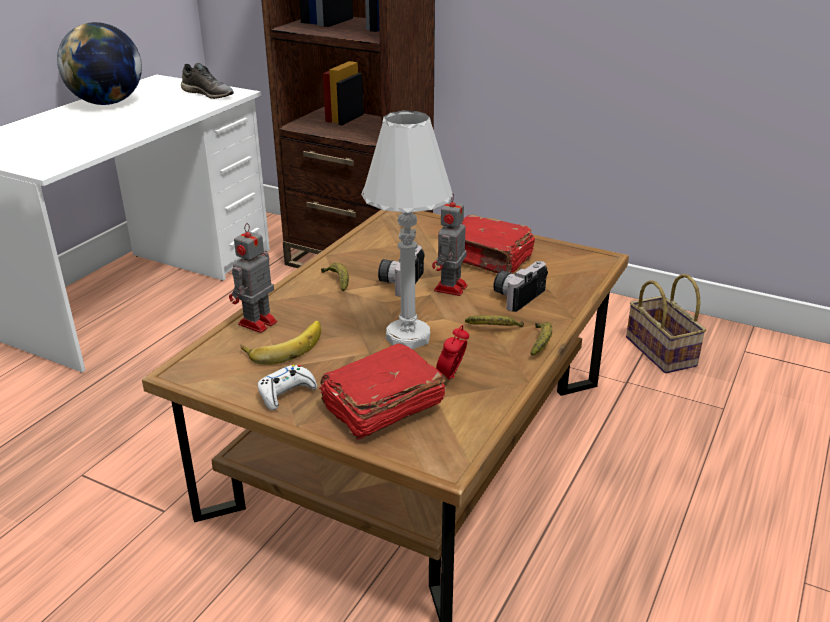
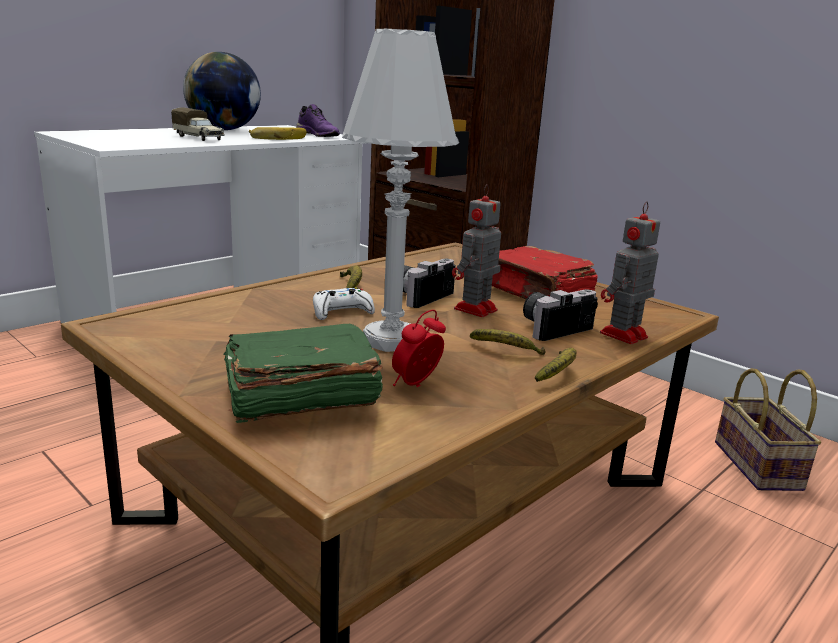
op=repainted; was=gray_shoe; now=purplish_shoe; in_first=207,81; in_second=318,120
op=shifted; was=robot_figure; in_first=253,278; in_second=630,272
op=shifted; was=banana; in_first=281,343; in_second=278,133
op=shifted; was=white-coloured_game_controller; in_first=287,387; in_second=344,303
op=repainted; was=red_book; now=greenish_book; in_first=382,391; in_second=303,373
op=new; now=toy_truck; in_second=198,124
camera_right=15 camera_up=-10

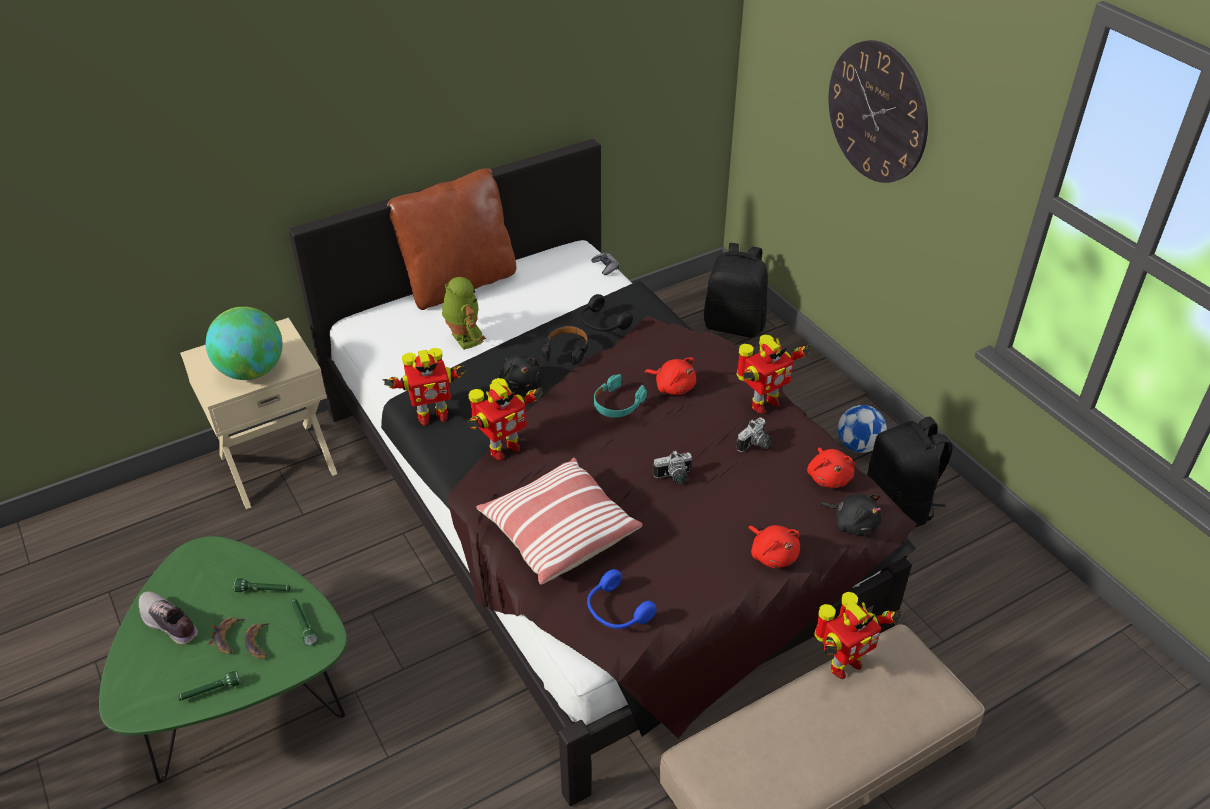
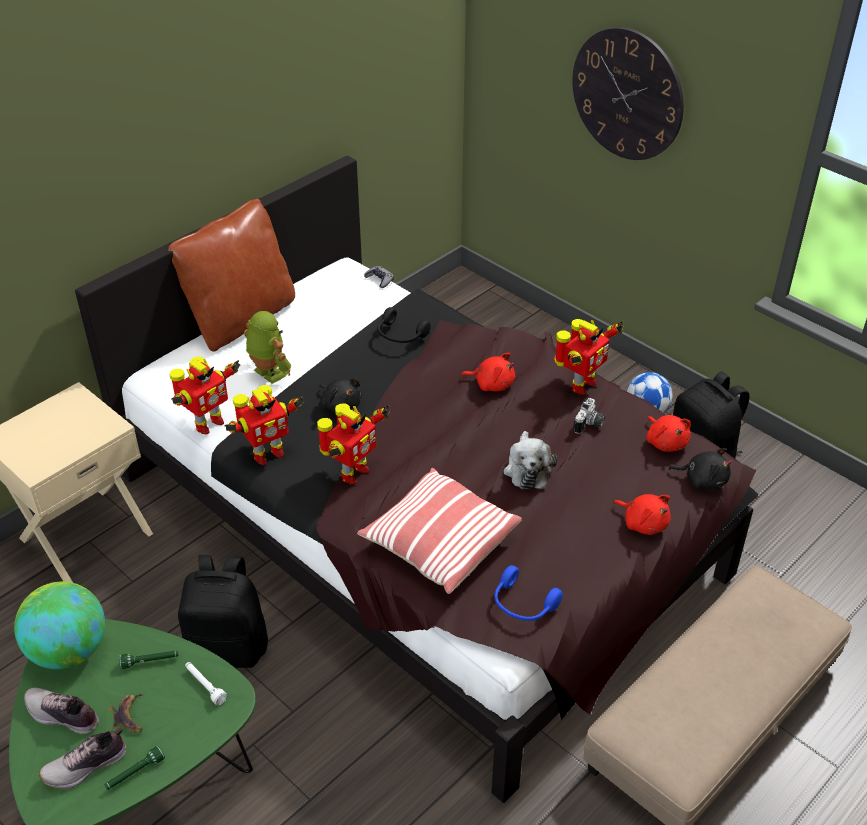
op=shifted; was=desk_globe; in_first=244,343; in_second=59,625
op=gone; was=banana; in_first=258,640
op=repainted; was=greenish_hand_torch; now=white-coloured_hand_torch; in_first=304,621; in_second=206,683
op=gone; was=blackish_pair_of_headphones; in_first=565,346
op=gone; was=turquoise_pair_of_headphones; in_first=620,395
op=swapped; was=photo_camera; now=cuddly_toy; in_first=672,467; in_second=530,460
op=shifted; was=blackish_backpack; in_first=736,290; in_second=223,611
op=shifted; was=robot_figure; in_first=858,635; in_second=204,395
op=new; now=shoe; in_second=82,758
camera_right=-15 camera_up=0

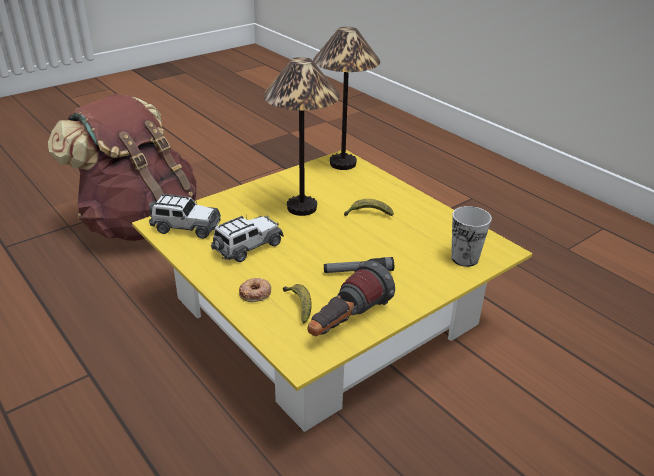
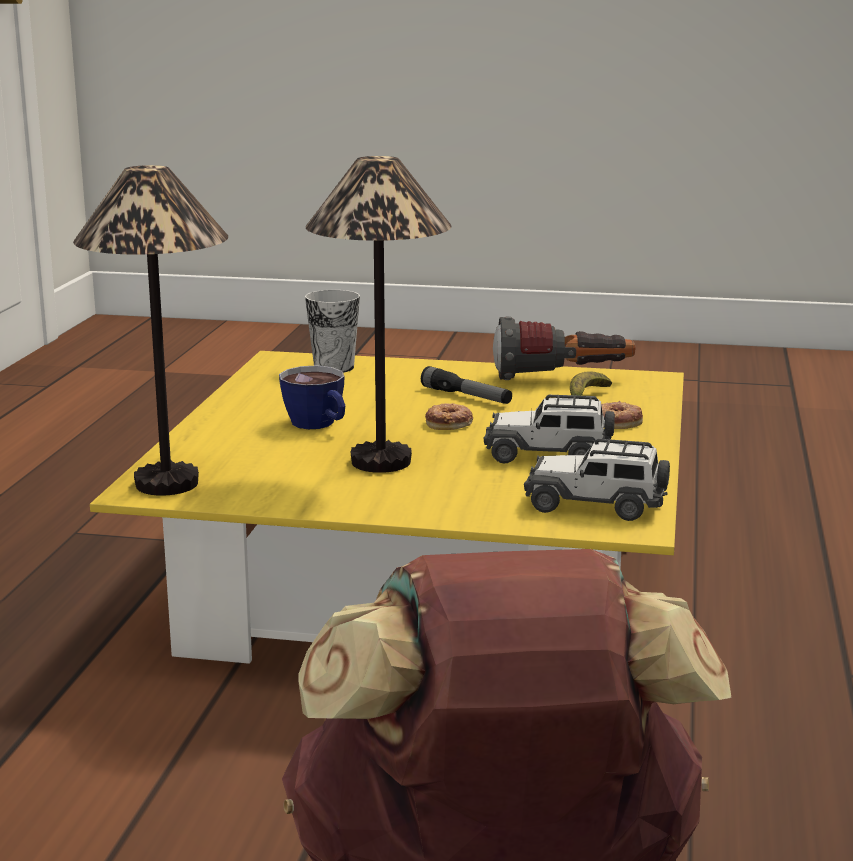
op=rotated; was=toy_car; in_first=185,216; in_second=597,480; clockwise=-45
op=swapped; was=banana; now=cup; in_first=369,207; in_second=312,397
op=new; now=ring_doughnut; in_second=449,416
camera_right=-130 camera_up=-15

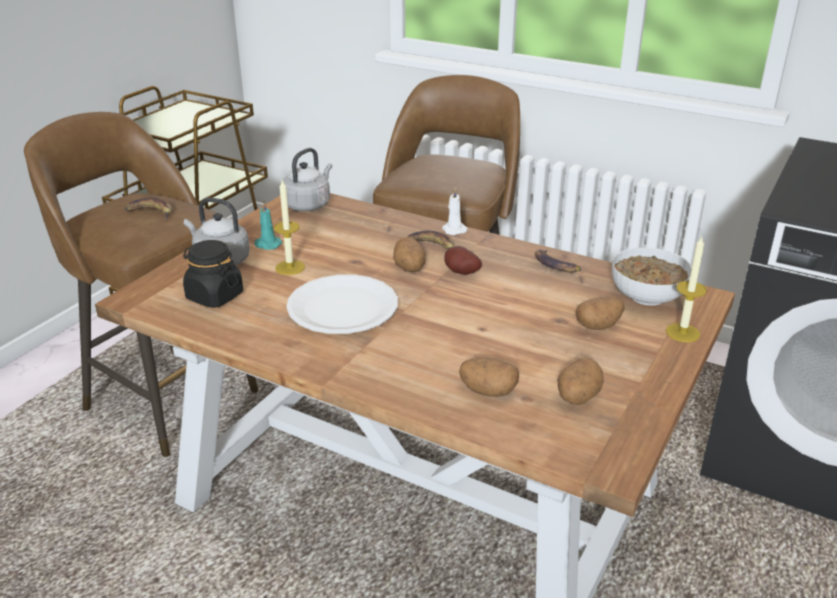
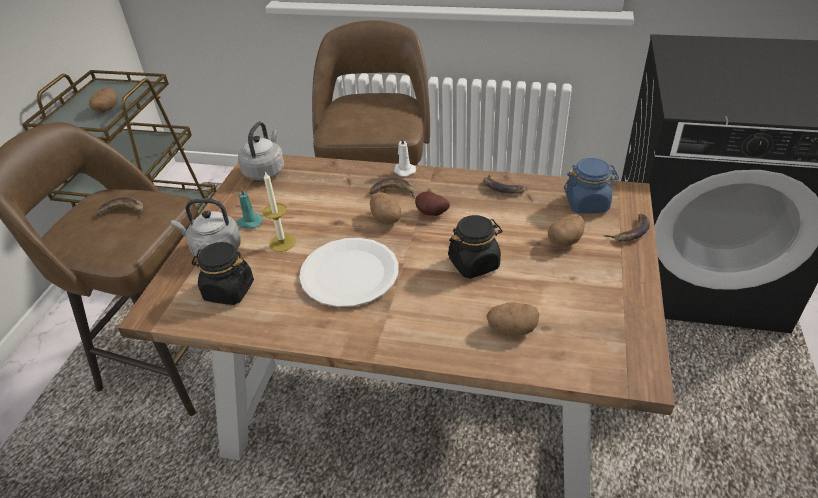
op=shifted; was=spud; in_first=581,381; in_second=103,100
op=swapped; was=deep_dish; now=blue-coloured_jar; in_first=652,276; in_second=591,185
op=swapped; was=wax_candle; now=banana; in_first=686,289; in_second=627,227
op=new; now=blackish_jar; in_second=475,247
camera_right=-15 camera_up=10

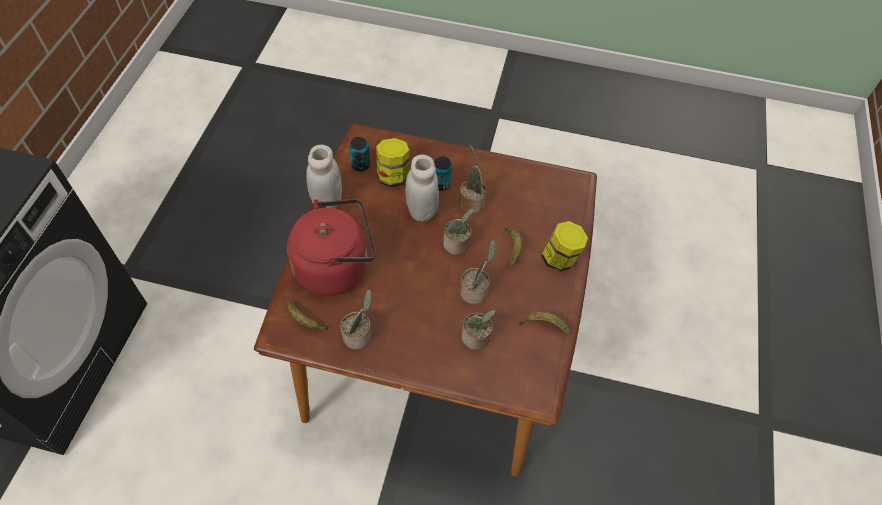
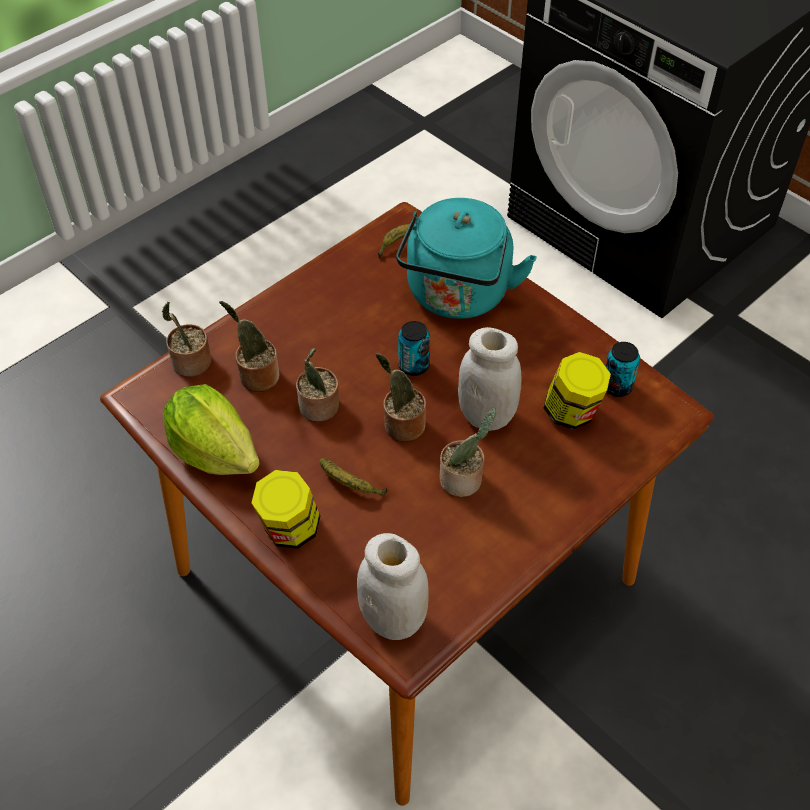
op=repainted; was=red_kettle; now=turquoise_kettle; in_first=331,247; in_second=466,258
op=shifted; was=white-coloured_jar; in_first=324,176; in_second=393,586
op=shifted; was=plant_in_a_pot; in_first=356,319; in_second=186,339
op=shifted; was=can; in_first=443,173; in_second=414,348
op=swapped; was=banana; now=lettuce; in_first=544,323; in_second=211,429
camera_right=125 camera_up=-5

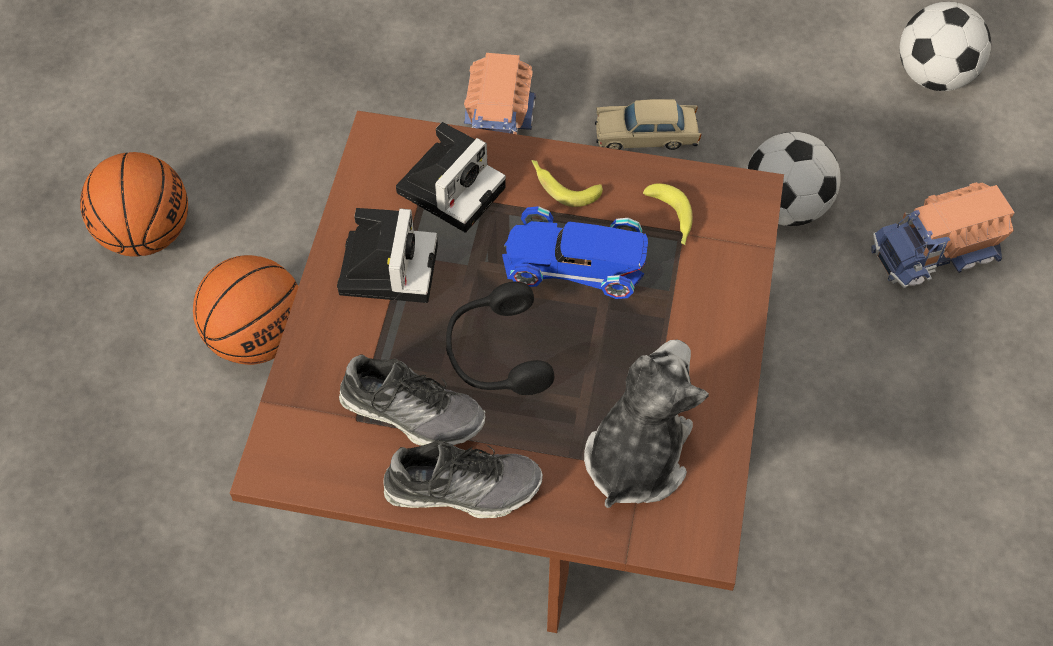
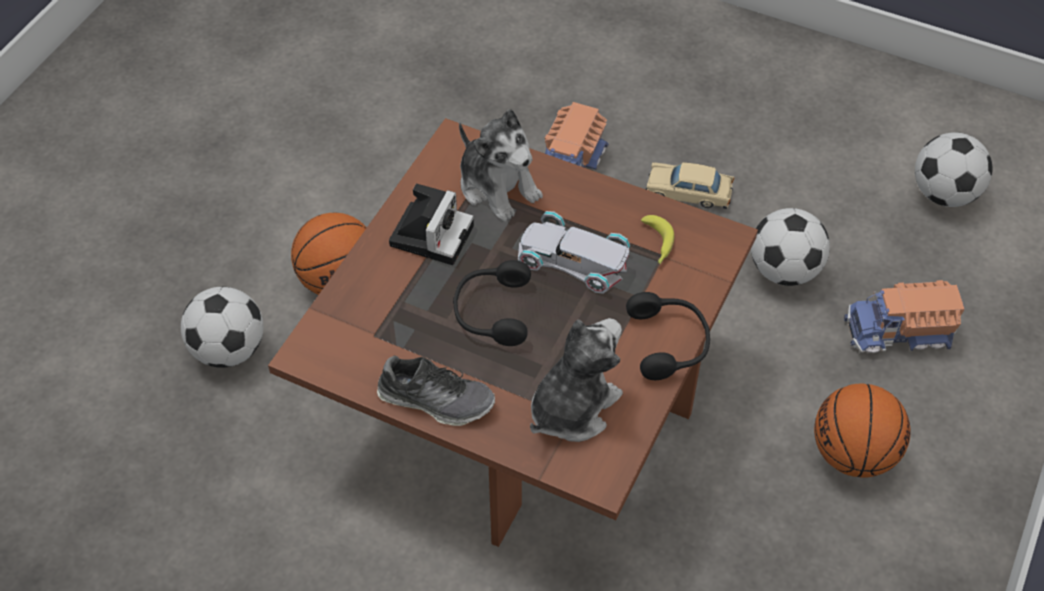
op=shifted; was=basketball; in_first=134,204; in_second=862,430
op=gone; was=shoe; in_first=412,400
op=swapped; was=photo_camera; now=cuddly_toy; in_first=451,177; in_second=501,165
op=repainted; was=blue-coloured_toy_car; now=white-coloured_toy_car; in_first=575,252; in_second=574,252
op=gone; was=banana; in_first=567,183
op=new; now=football_ball; in_second=222,327
op=new; now=blackish_pair_of_headphones; in_second=668,336
camera_right=15 camera_up=-5

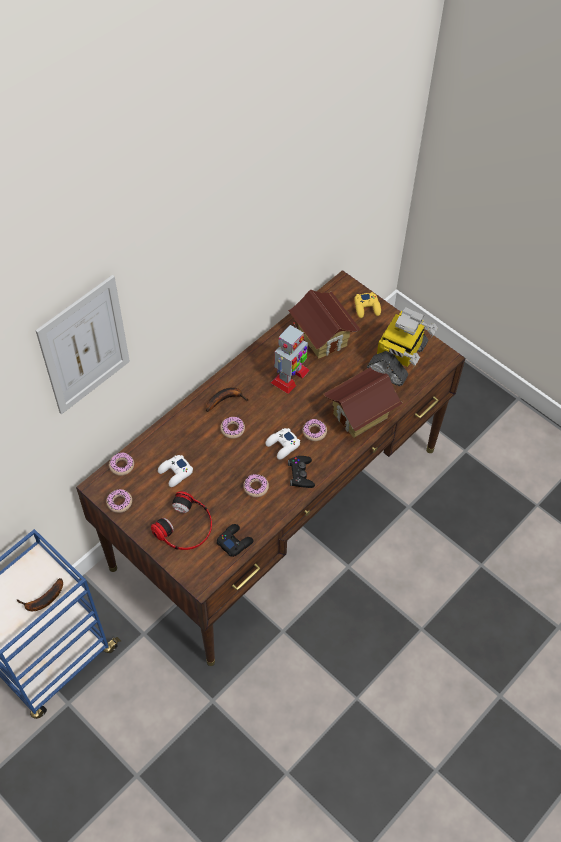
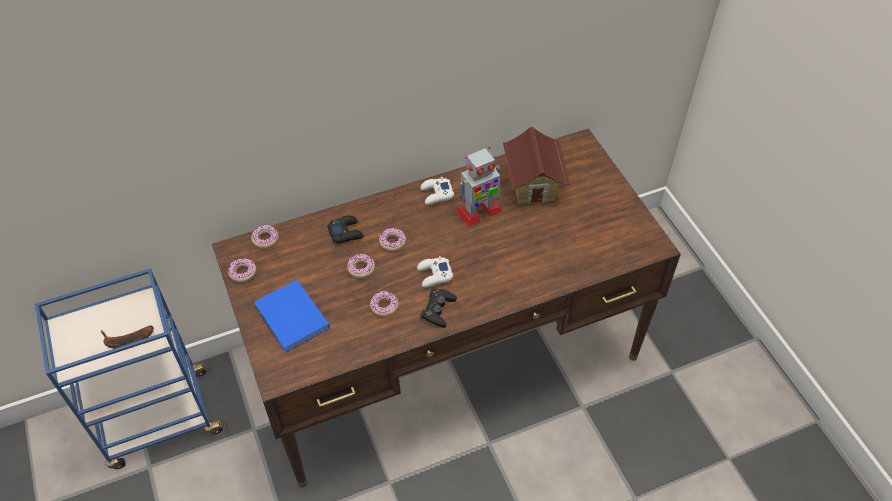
op=gone; was=wall_picture; in_first=82,344
op=swapped; was=pair_of_headphones; now=blue-coloured_book; in_first=181,520; in_second=292,316
op=shifted; was=white-coloured_game_controller; in_first=175,471; in_second=437,191
op=gone; was=banana; in_first=227,399
op=shifted; was=blackish_game_controller; in_first=235,540; in_second=345,229
op=shifted; was=ring_doughnut; in_first=315,430; in_second=361,266
op=gone; was=miniature_house; in_first=363,402
op=gone; was=yellow_game_controller; in_first=367,305
op=gone; was=robot_figure; in_first=402,346
camera_right=25 camera_up=-5

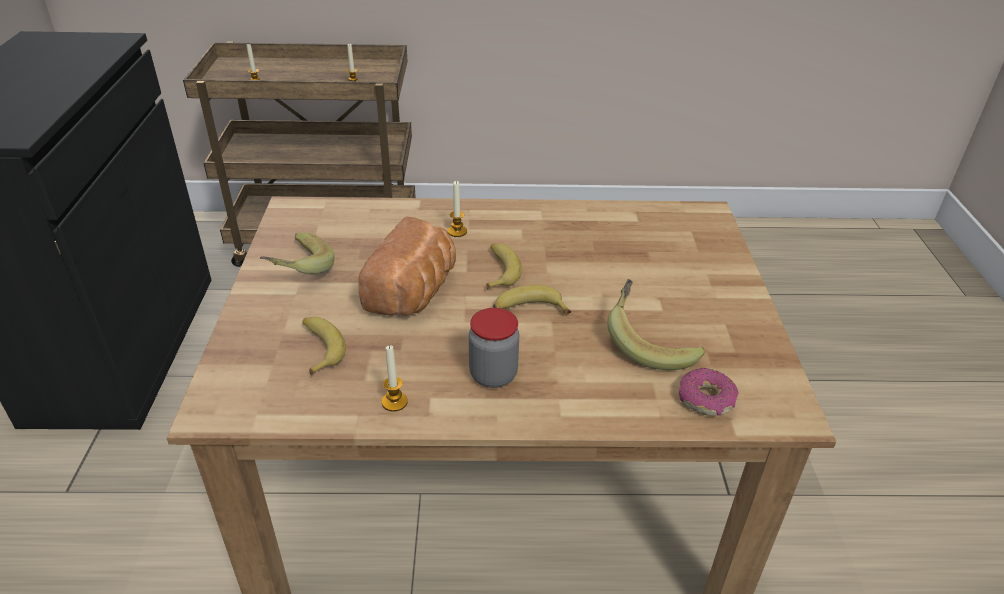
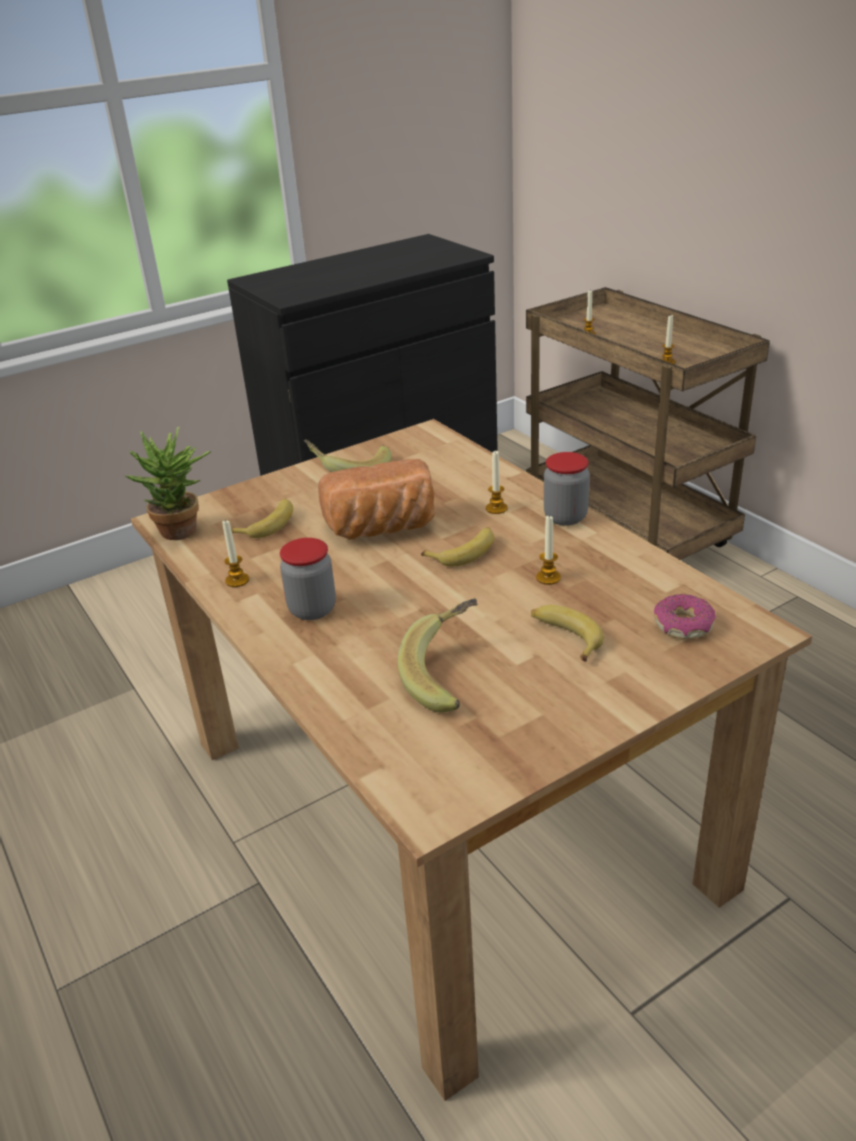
op=shifted; was=banana; in_first=532,299; in_second=567,633
op=shifted; was=ring_doughnut; in_first=709,392; in_second=685,616
op=new; now=plant_in_a_pot; in_second=168,483
op=new; now=wax_candle; in_second=548,550
op=new; now=jar; in_second=567,489
camera_right=60 camera_up=-5

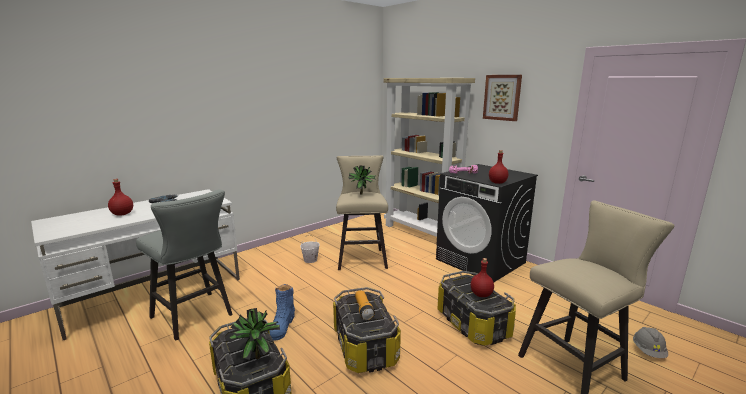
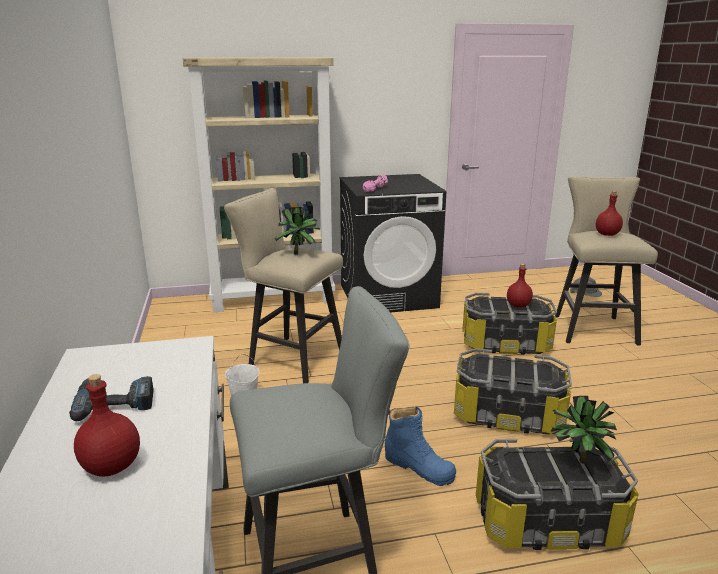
op=gone; was=hand_torch; in_first=365,305
op=gone; was=wall_picture; in_first=502,98
op=shifted; was=red_beverage_bottle; in_first=498,167; in_second=609,213
camera_right=-60 camera_up=5

